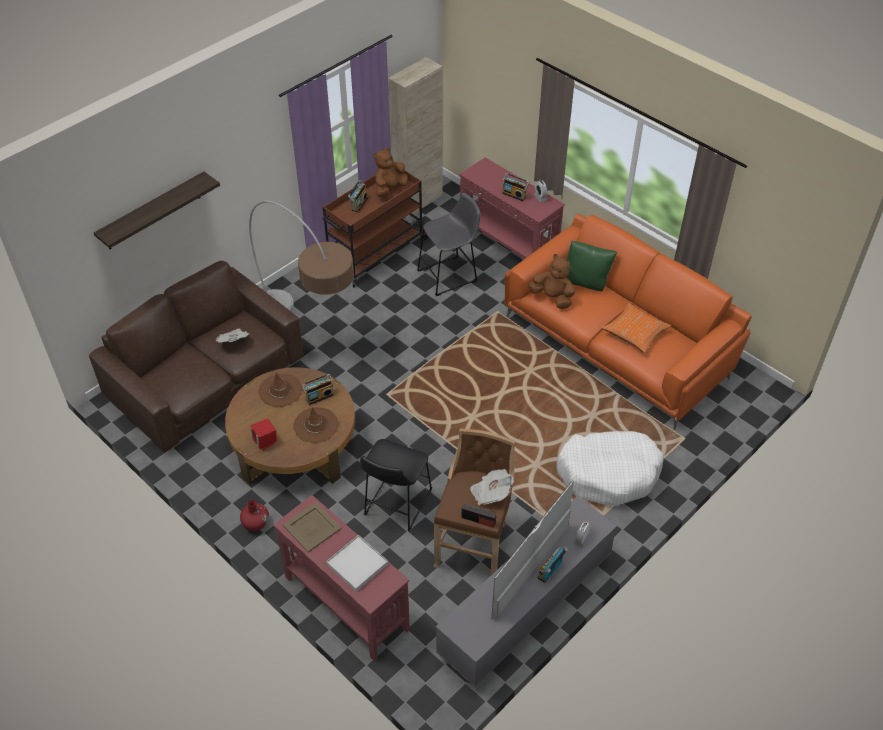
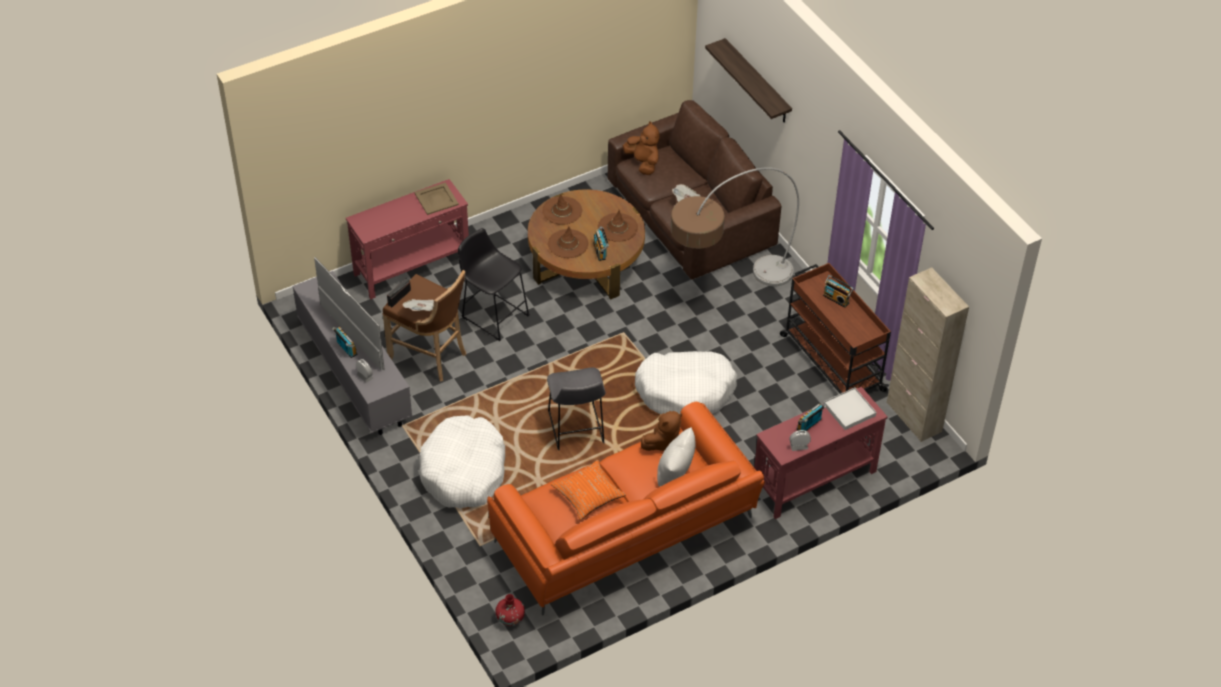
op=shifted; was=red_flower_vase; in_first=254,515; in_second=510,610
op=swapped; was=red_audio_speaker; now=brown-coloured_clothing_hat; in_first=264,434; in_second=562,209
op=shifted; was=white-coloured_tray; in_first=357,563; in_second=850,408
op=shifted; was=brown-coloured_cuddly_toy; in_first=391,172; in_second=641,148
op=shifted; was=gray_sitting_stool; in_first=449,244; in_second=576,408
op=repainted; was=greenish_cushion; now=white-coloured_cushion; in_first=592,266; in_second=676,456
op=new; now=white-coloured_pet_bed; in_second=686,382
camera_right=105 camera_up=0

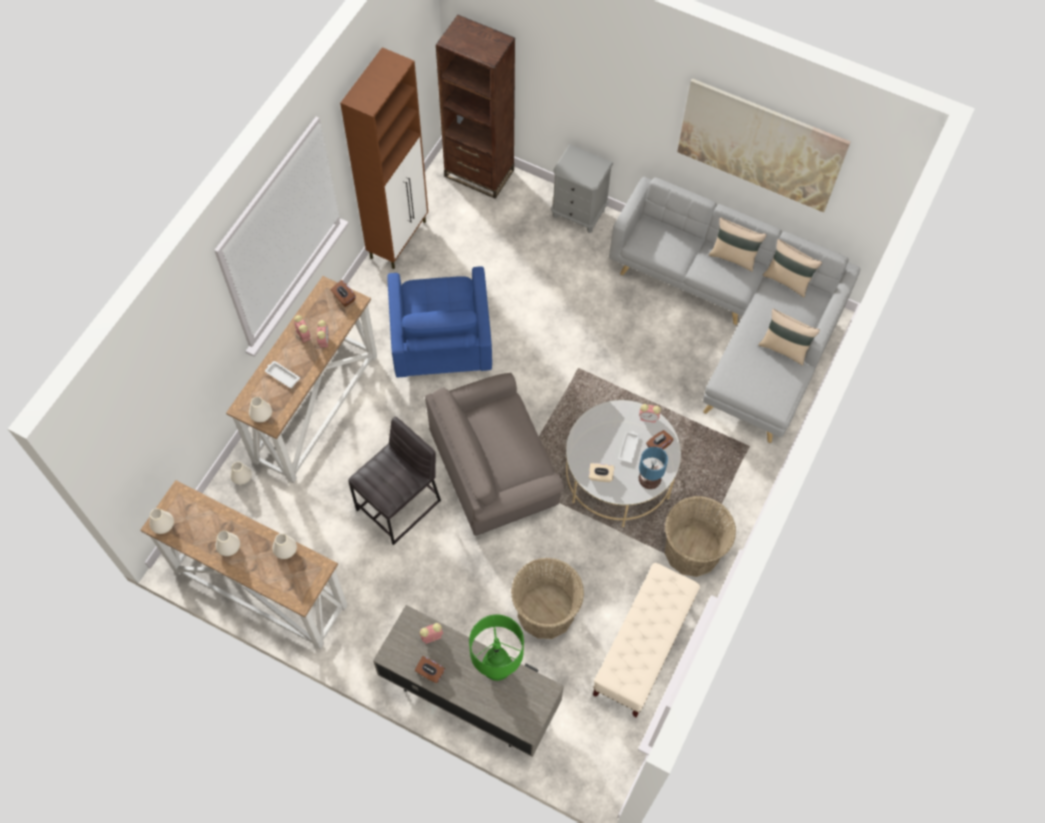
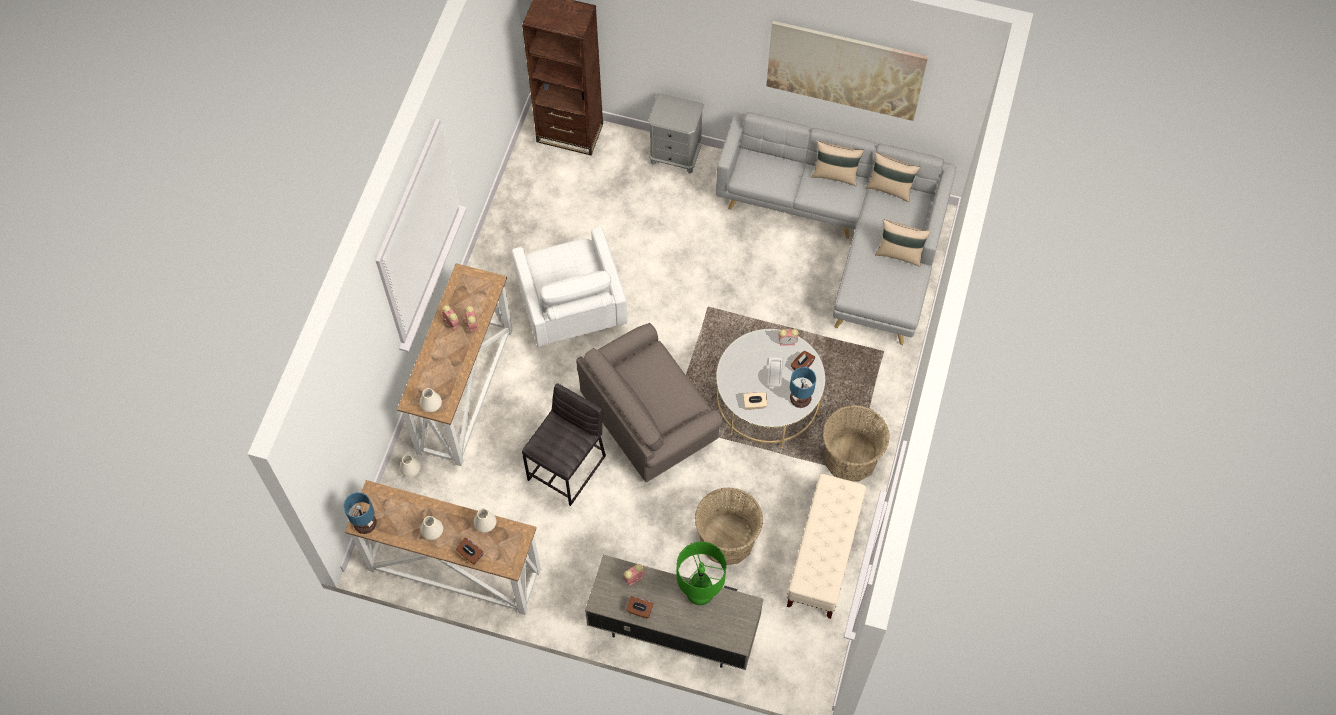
op=swapped; was=white-coloured_flower_vase; now=lamp_for_a_table; in_first=161,521; in_second=360,513
op=gone; was=white-coloured_tray; in_first=282,374
op=shifted; was=brown-coloured_tissue_holder; in_first=343,293; in_second=470,550
op=gone; was=brown-coloured_cupboard; in_first=384,158
op=repainted; was=blue-coloured_easy_chair; now=white-coloured_easy_chair; in_first=439,322; in_second=569,287
camera_right=-10 camera_up=0

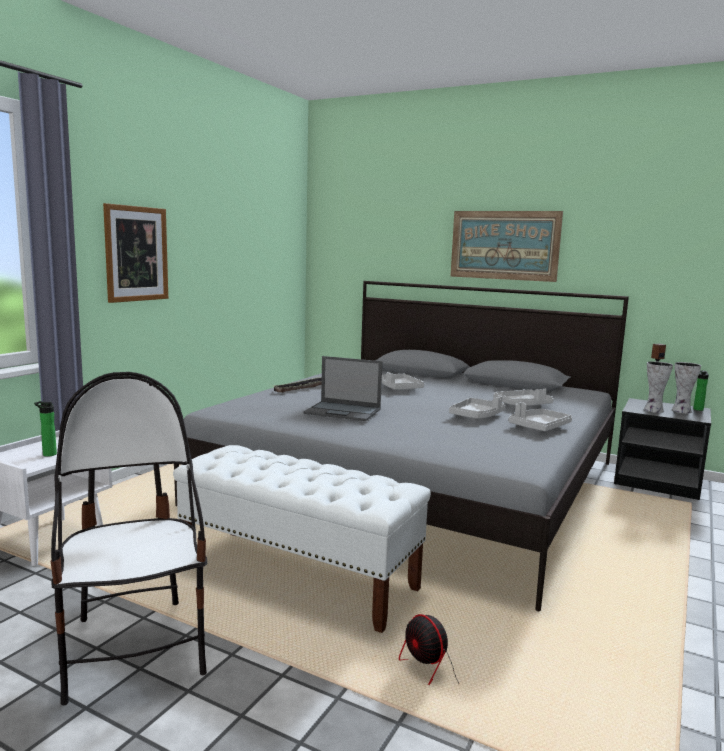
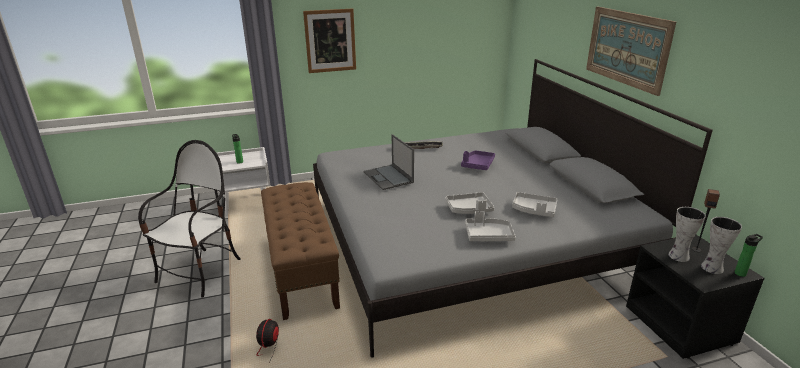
op=repainted; was=white-coloured_bench; now=brown-coloured_bench; in_first=302,539; in_second=300,251
op=repainted; was=gray_tray; now=purplish_tray; in_first=403,381; in_second=478,160
camera_right=45 camera_up=15

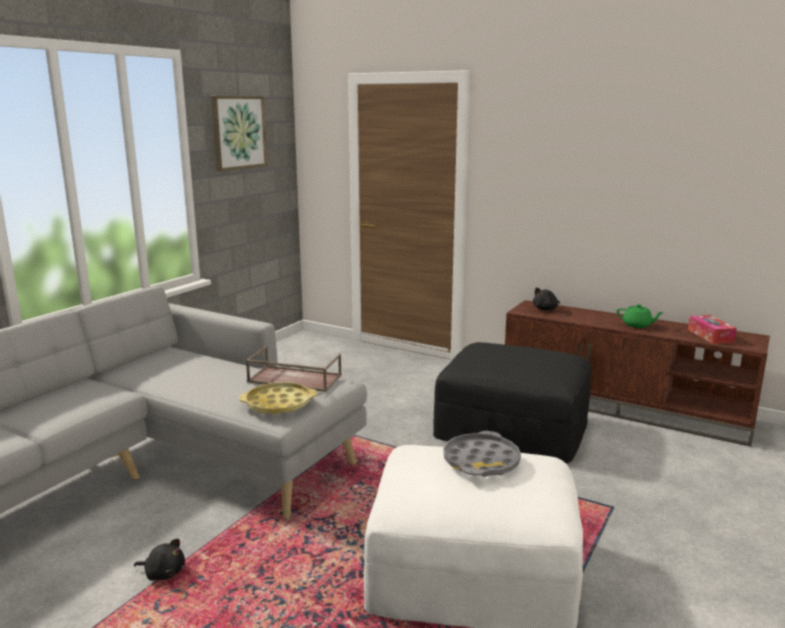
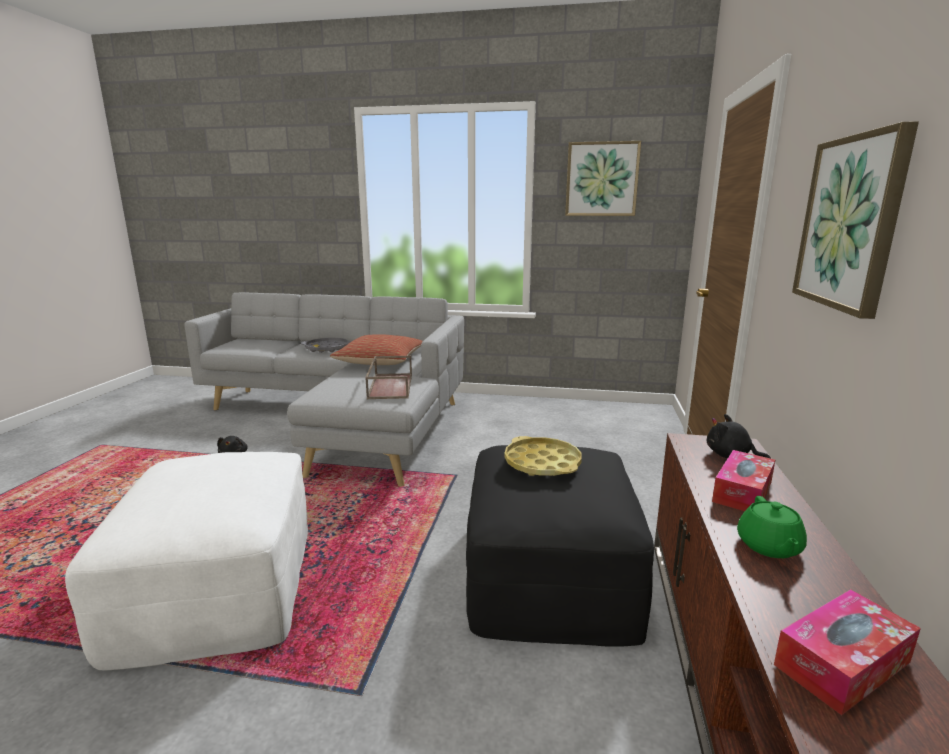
op=shifted; was=yellow_tray; in_first=278,398; in_second=543,456
op=shifted; was=gray_tray; in_first=482,454; in_second=326,345
op=new; now=cushion; in_second=376,349
op=new; now=tissue_holder; in_second=743,480
op=new; now=wall_picture; in_second=855,220
camera_right=70 camera_up=0

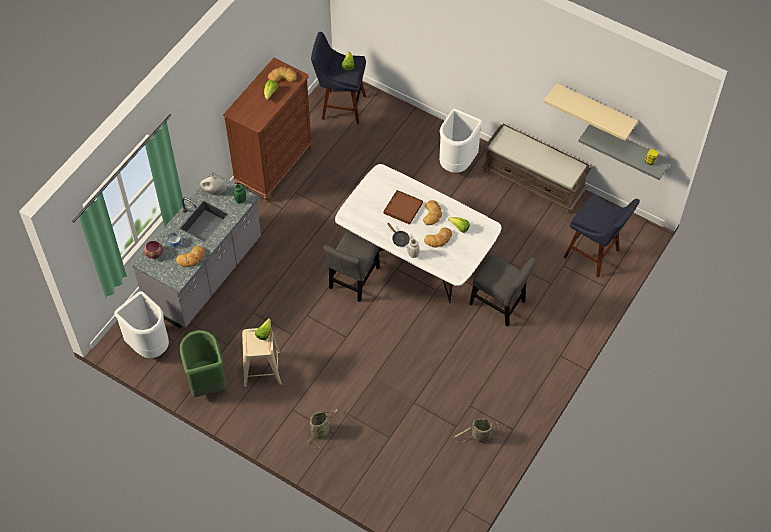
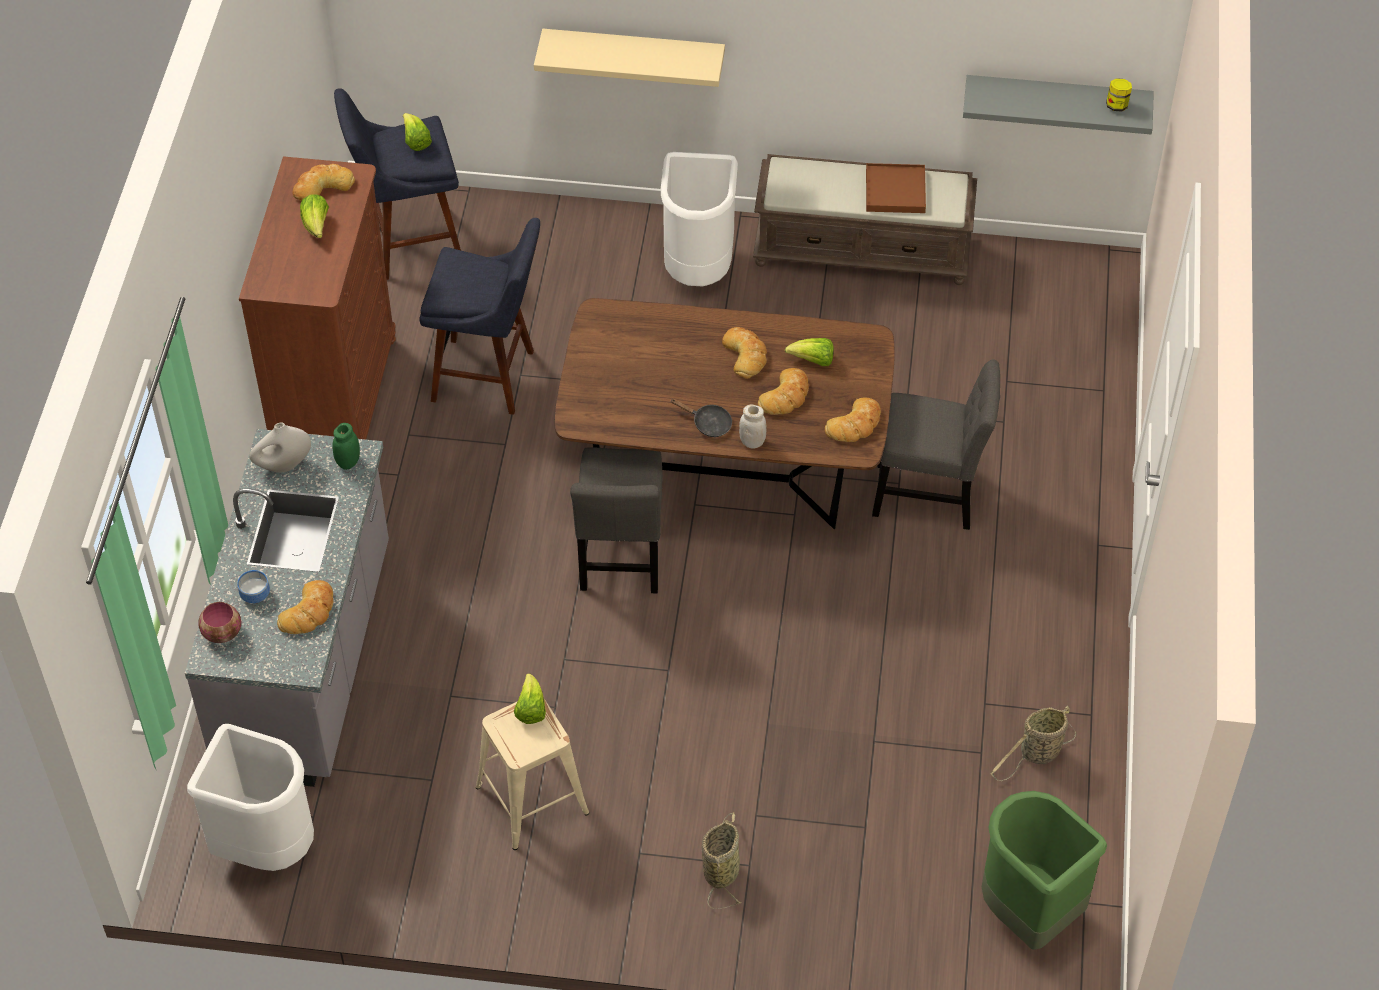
op=shifted; was=greenish_rubbish_bin; in_first=203,363; in_second=1044,870
op=repainted; was=white-coloured_kitchen_table; now=brown-coloured_kitchen_table; in_first=418,233; in_second=725,413
op=shifted; was=brown-coloured_tray; in_first=403,207; in_second=896,188
op=shifted; was=sand-coloured_bracket_shelf; in_first=591,112; in_second=629,58
op=shifted; was=blue-coloured_sitting_stool; in_first=602,236; in_second=479,316
op=new; now=bakery_bread; in_second=853,420
camera_right=-25 camera_up=-5

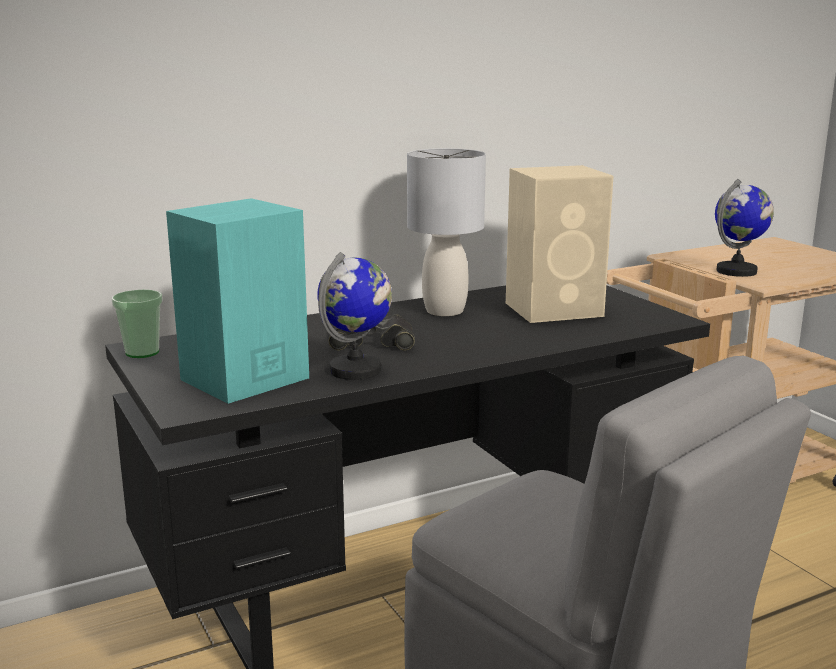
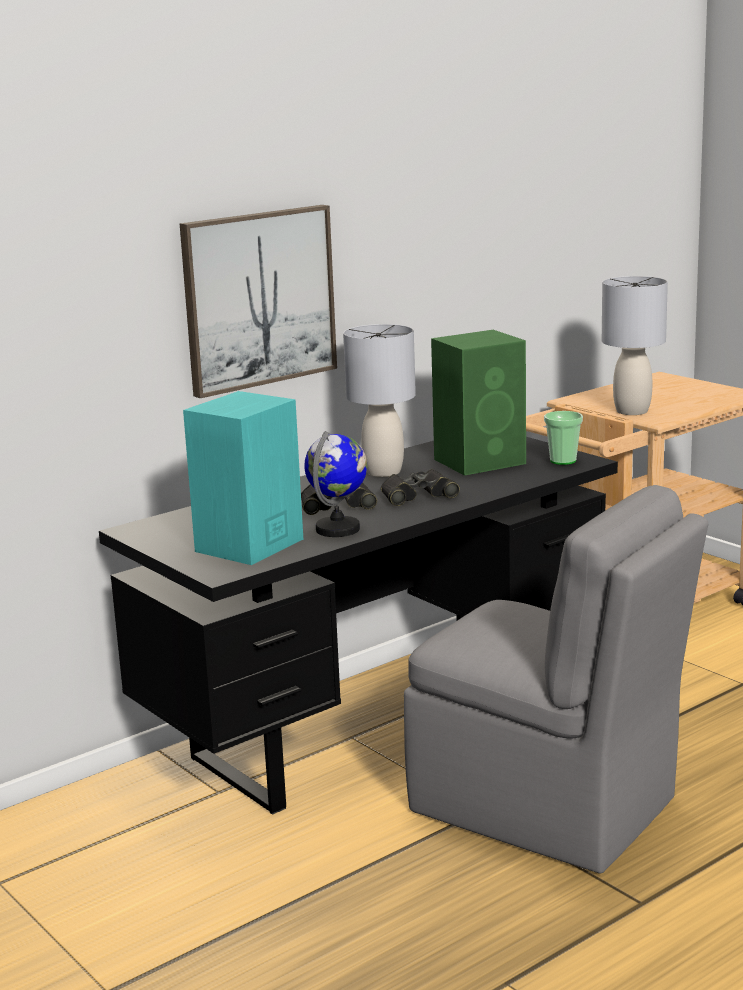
op=shifted; was=cup; in_first=137,323; in_second=563,438
op=repainted; was=sand-coloured_audio_speaker; now=greenish_audio_speaker; in_first=560,244; in_second=478,403
op=swapped; was=desk_globe; now=gray_lamp_for_a_table; in_first=744,228; in_second=635,345
op=new; now=wall_picture; in_second=258,301
op=new; now=blackish_field_glasses; in_second=420,487
camera_right=-10 camera_up=0

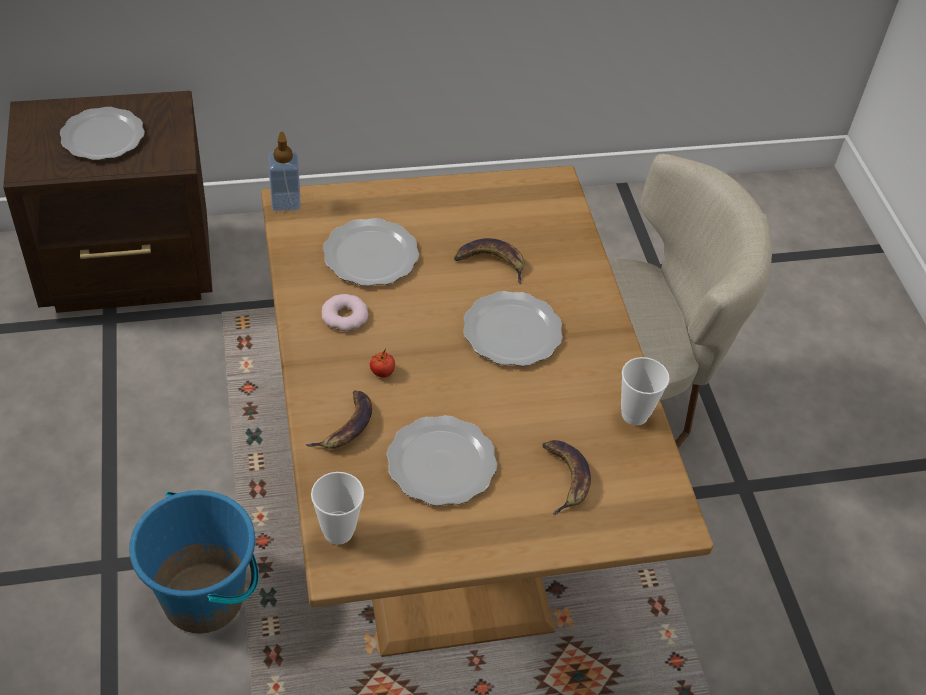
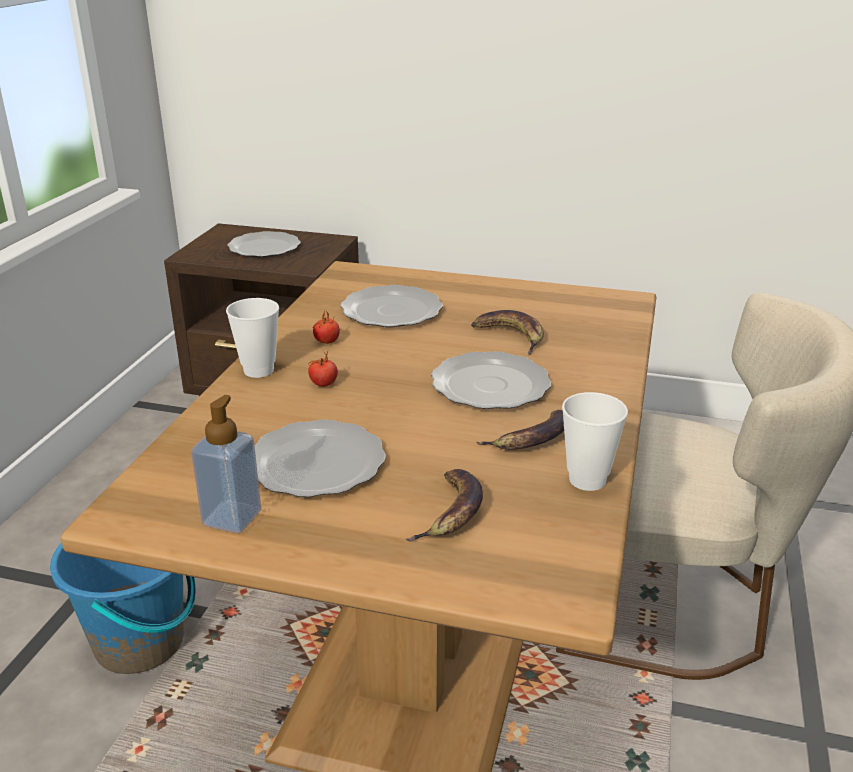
op=shifted; was=liquid_soap_bottle; in_first=285,171; in_second=226,464
op=shifted; was=banana; in_first=339,419; in_second=520,429
op=shifted; was=cup; in_first=337,508; in_second=252,338
op=swapped; was=ring_doughnut; now=fresh_tomato; in_first=344,312; in_second=326,326
camera_right=30 camera_up=-20

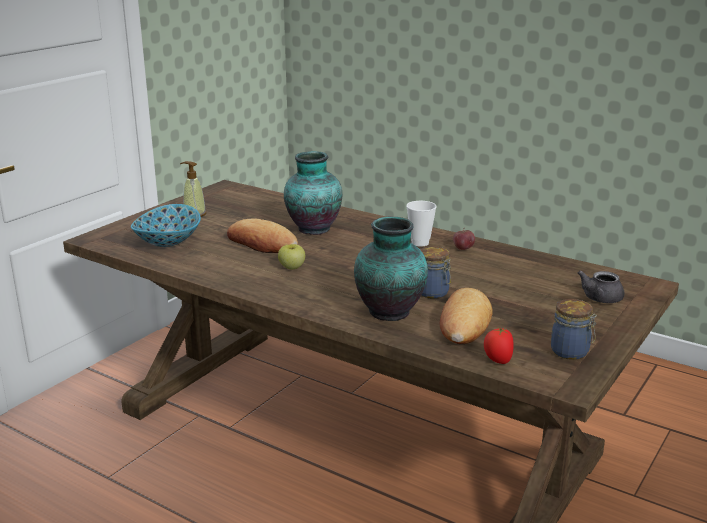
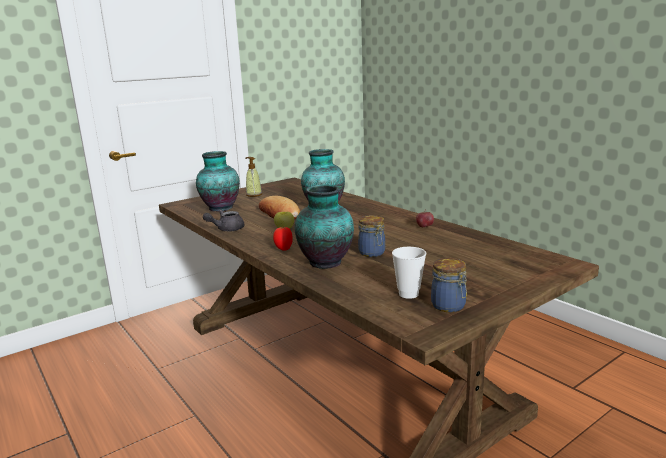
op=swapped; was=deep_dish; now=flower_vase; in_first=166,225; in_second=218,181
op=shifted; was=cup; in_first=421,223; in_second=409,273
op=gone; was=bakery_bread; in_first=466,316
op=shifted; was=fresh_tomato; in_first=499,346; in_second=283,238
op=shifted; was=gray_pot_for_tea; in_first=601,287; in_second=223,221
camera_right=20 camera_up=-5

